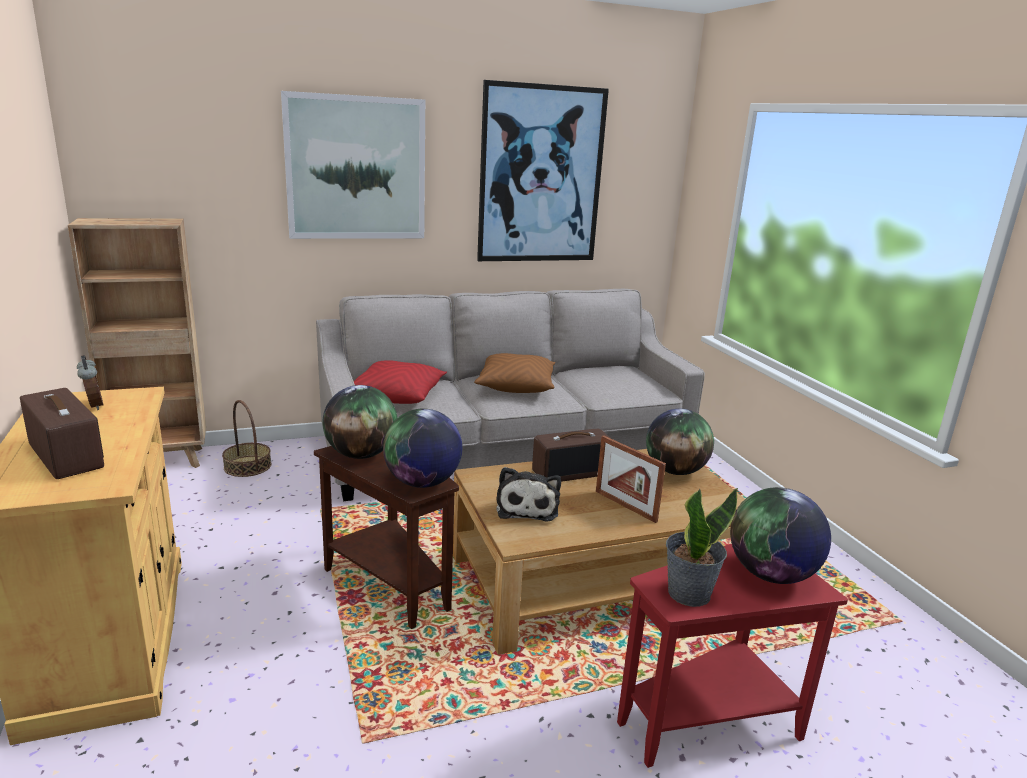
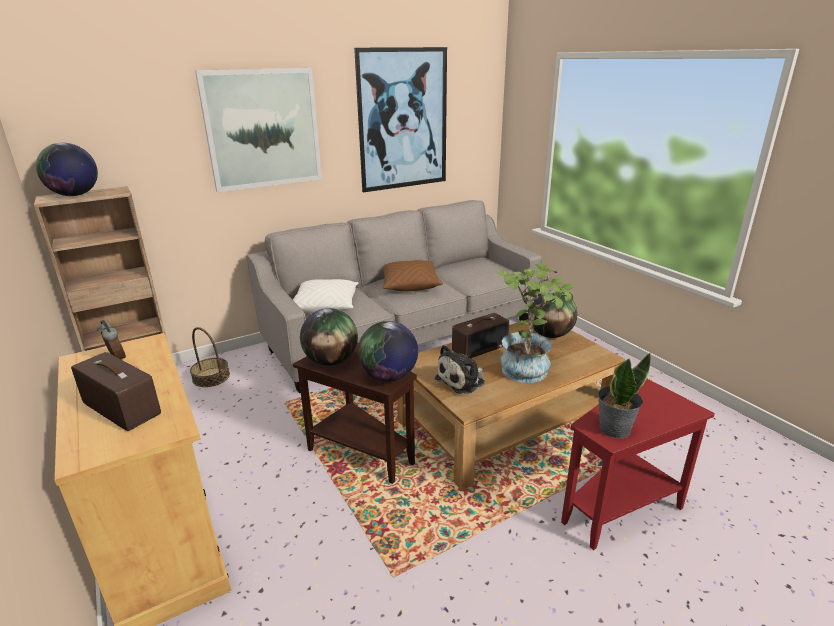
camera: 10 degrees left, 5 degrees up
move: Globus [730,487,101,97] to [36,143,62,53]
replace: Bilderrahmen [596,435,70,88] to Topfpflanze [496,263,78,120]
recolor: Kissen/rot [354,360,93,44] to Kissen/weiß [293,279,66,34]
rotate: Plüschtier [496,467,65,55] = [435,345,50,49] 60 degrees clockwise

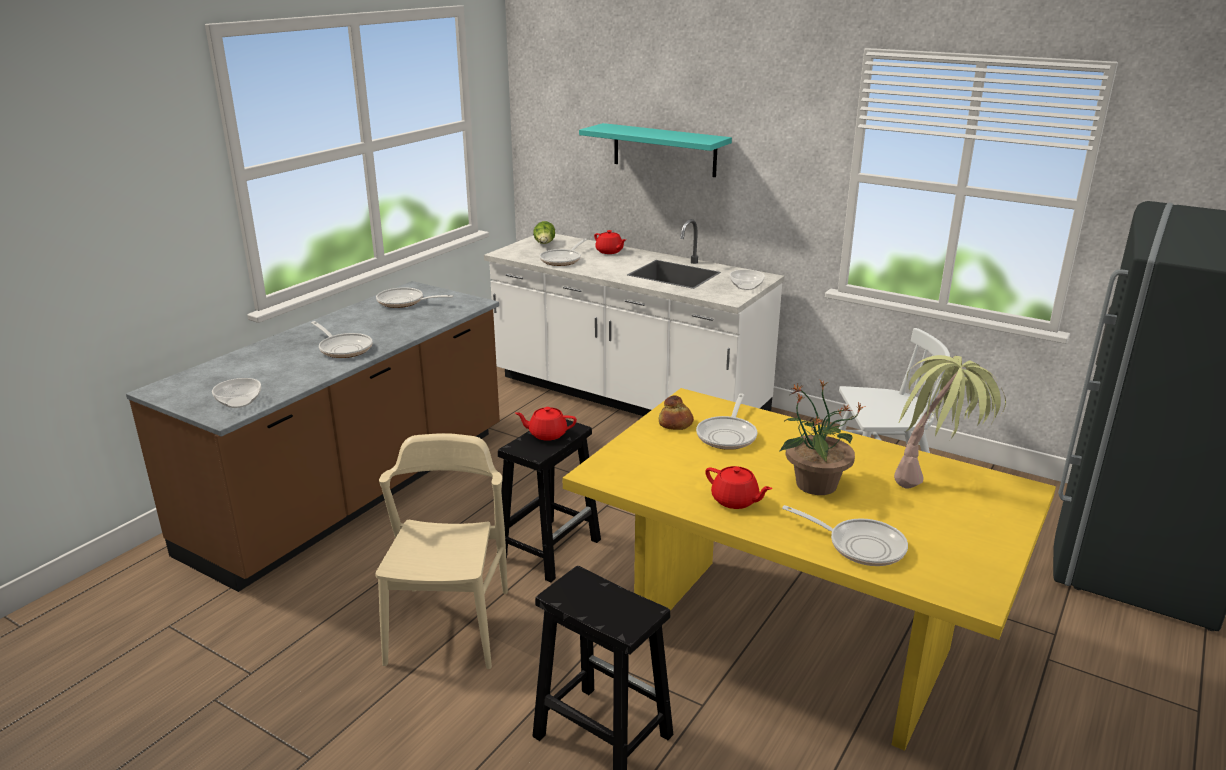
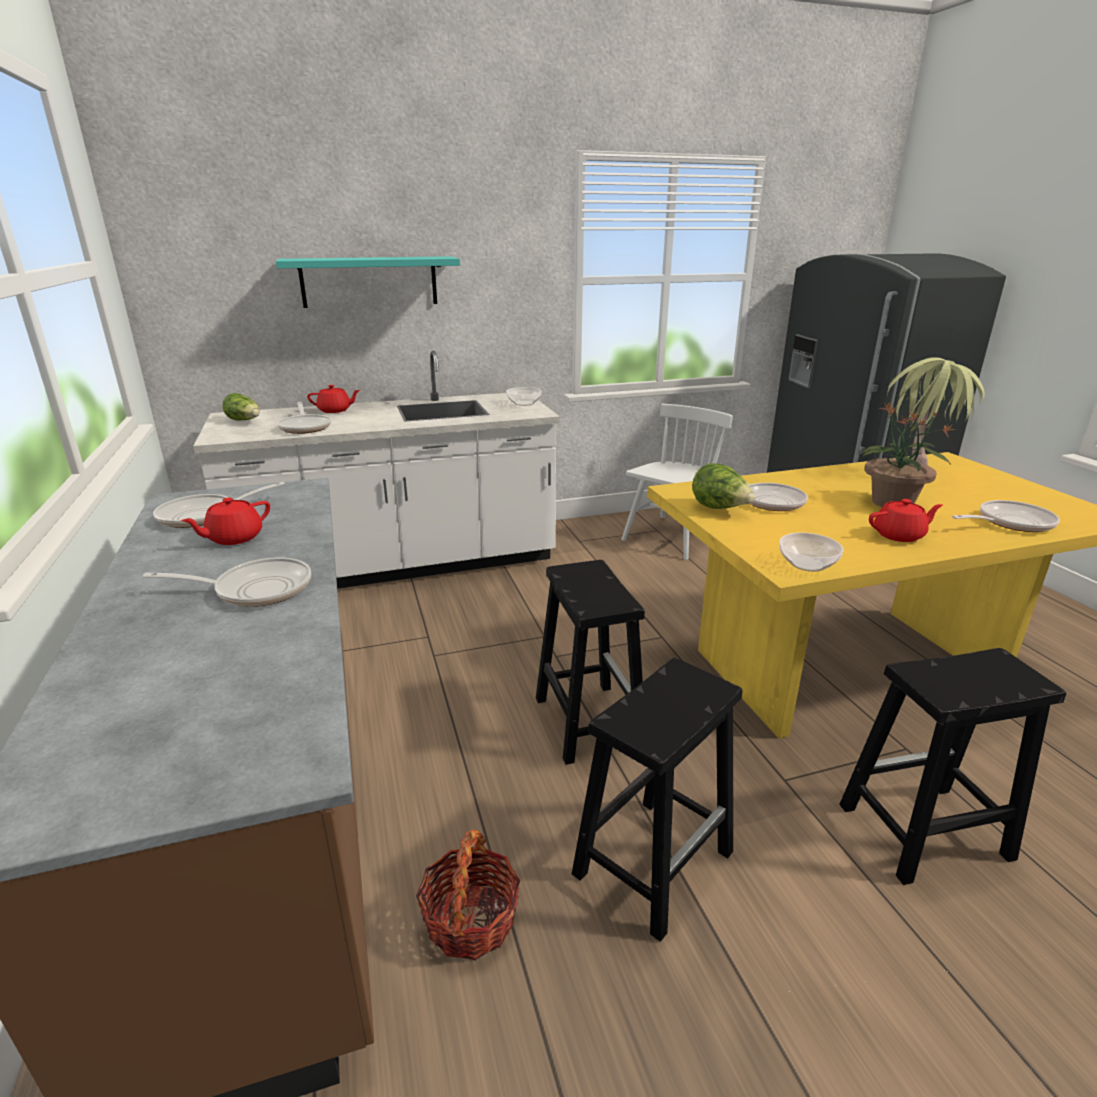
camera: 50 degrees left, 0 degrees up
insert: Korb [416,830,104,130]
move: Schüssel [212,378,49,30] to [779,532,65,40]; Teekanne/rot [515,407,62,34] to [181,497,89,48]
replace: Stuhl/beige [375,433,133,236] to Hocker/schwarz [572,658,171,284]; Brot [659,395,35,35] to Salatkopf [692,463,63,46]

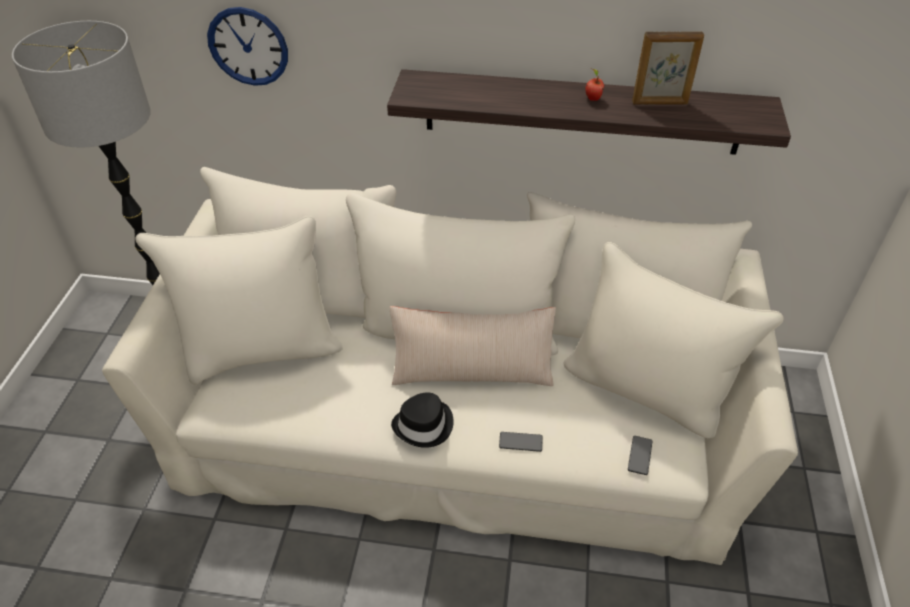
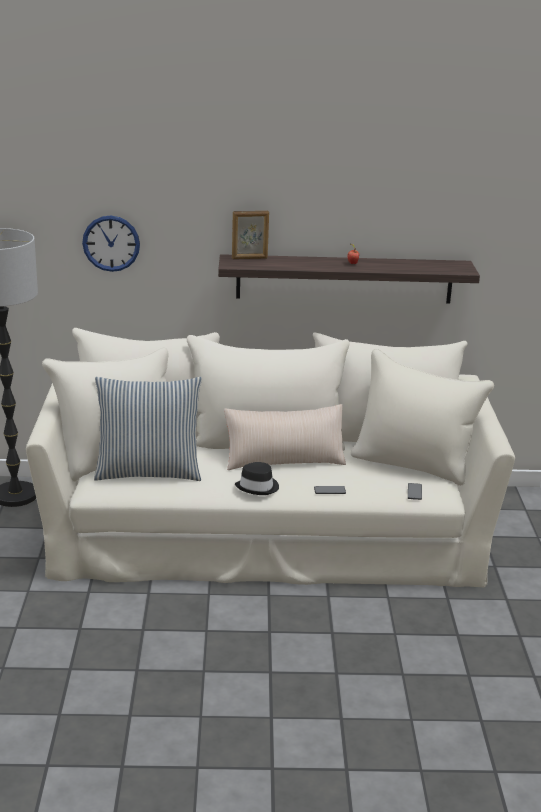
camera: 10 degrees left, 20 degrees down
insert: Kissen [94,377,108,104]
move: Bilderrahmen [632,32,72,73] to [232,211,37,48]

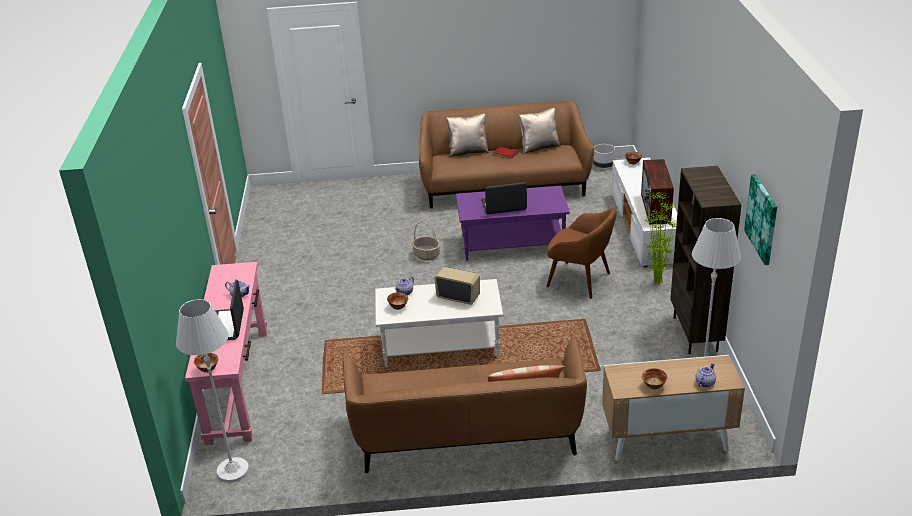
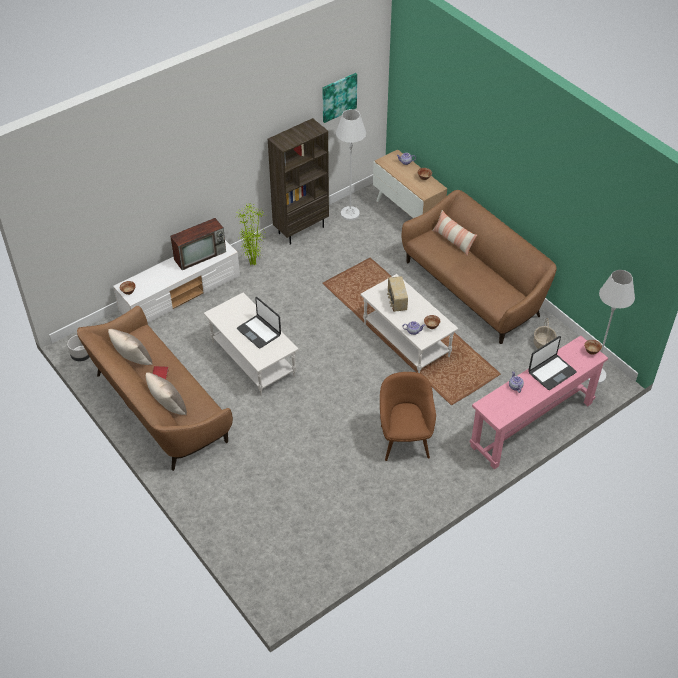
camera: 125 degrees left, 15 degrees up
move: Korb [412,222,28,38] to [534,318,23,31]; Sessel/braun [546,208,71,91] to [380,372,56,89]
recolor: Couchtisch/lila [456,186,114,75] to Couchtisch/weiß [204,292,95,104]

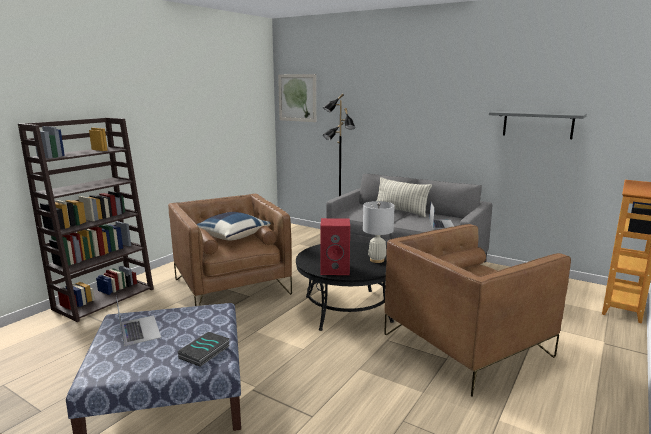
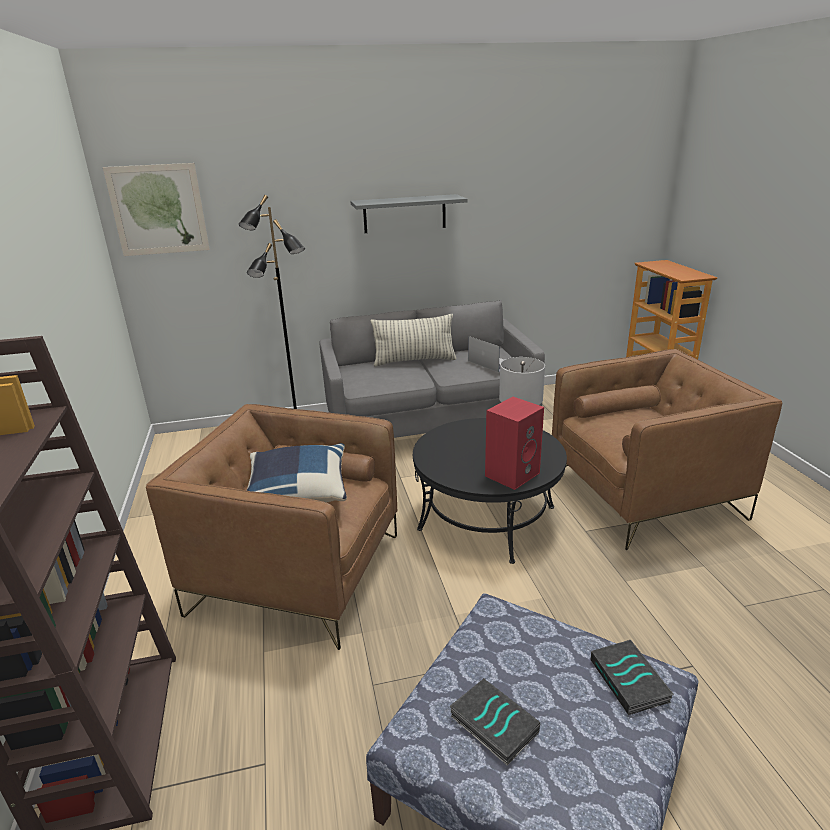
camera: 45 degrees left, 10 degrees up
move: Wandregal/grau [489,111,98,28] to [350,194,117,39]
replace: Laptop [116,295,45,51] to Buch [450,678,90,87]
rotate: Sessel/braun [384,224,187,173] = [552,349,230,201] 120 degrees counterclockwise

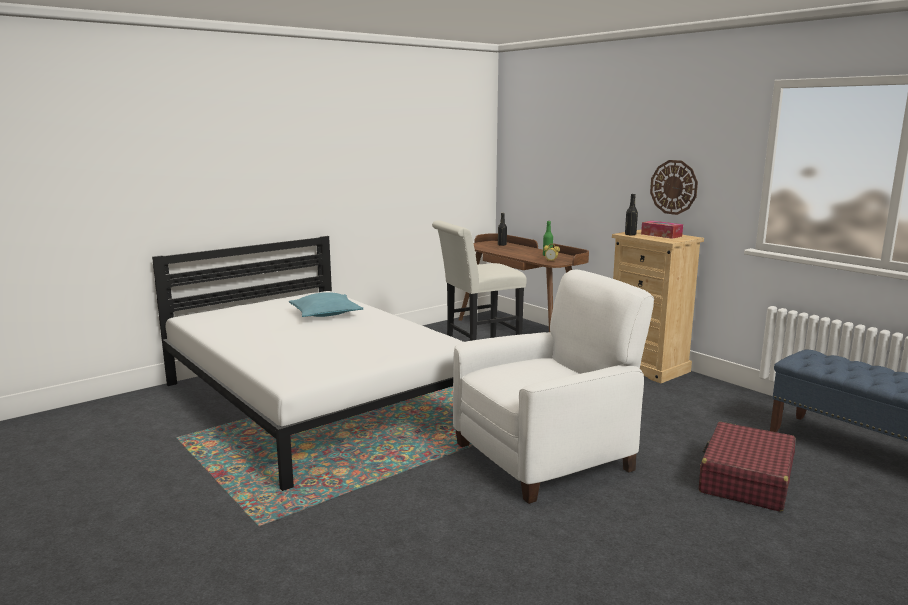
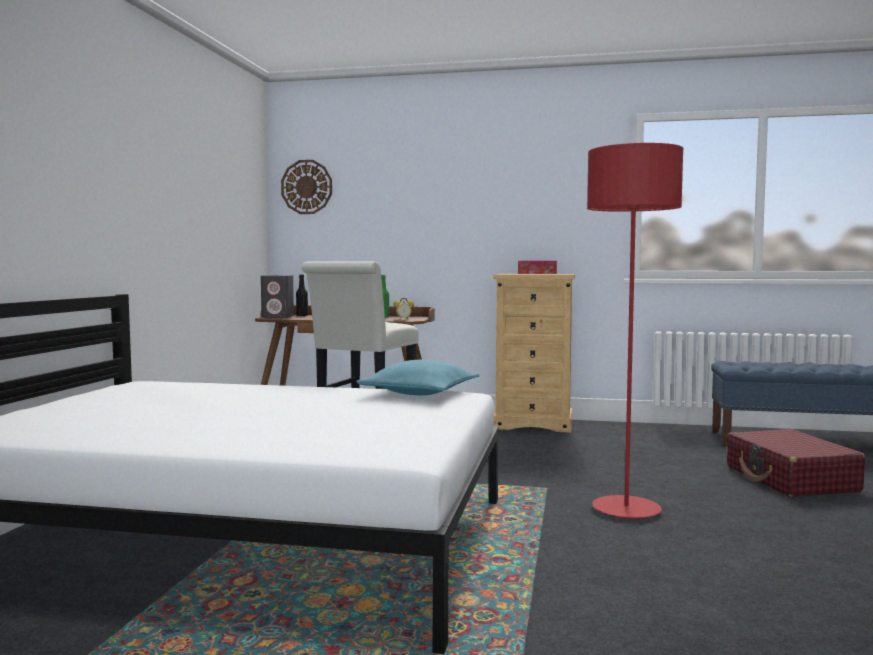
camera: 40 degrees left, 10 degrees down
delete: Flasche/schwarz [625,194,13,41]
insert: Lautsprecher/grau [261,275,33,43]
move: Kissen/türkis [289,292,74,25] to [357,360,123,35]; Wanduhr [650,160,48,55] to [281,160,51,54]
replace: Sessel/weiß [453,270,201,234] to Stehlampe/rot [587,143,96,376]

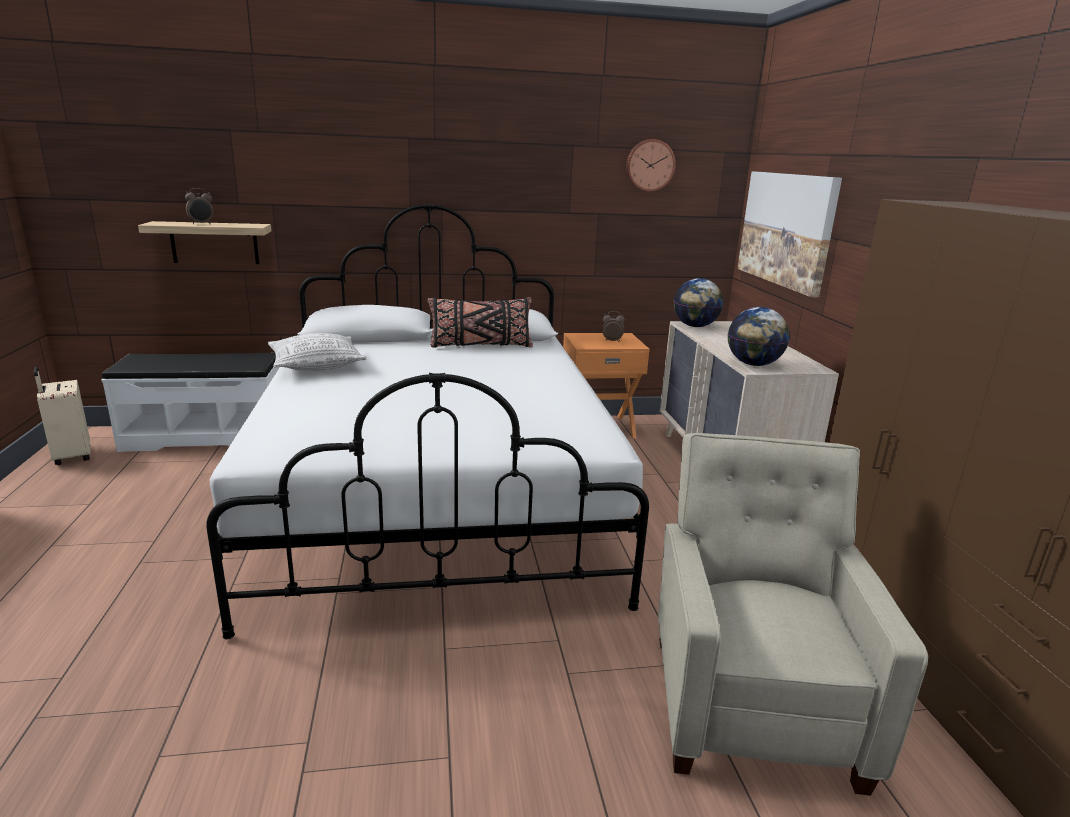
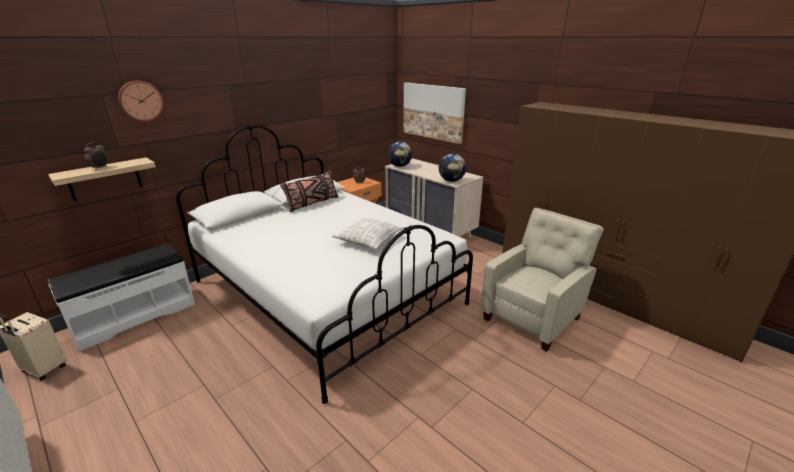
camera: 35 degrees left, 5 degrees up
move: Kissen [268,333,99,38] to [332,218,72,31]; Wanduhr [626,139,49,53] to [118,80,45,42]
rotate: Sessel/beige [658,433,270,363] = [481,208,123,144] 75 degrees clockwise

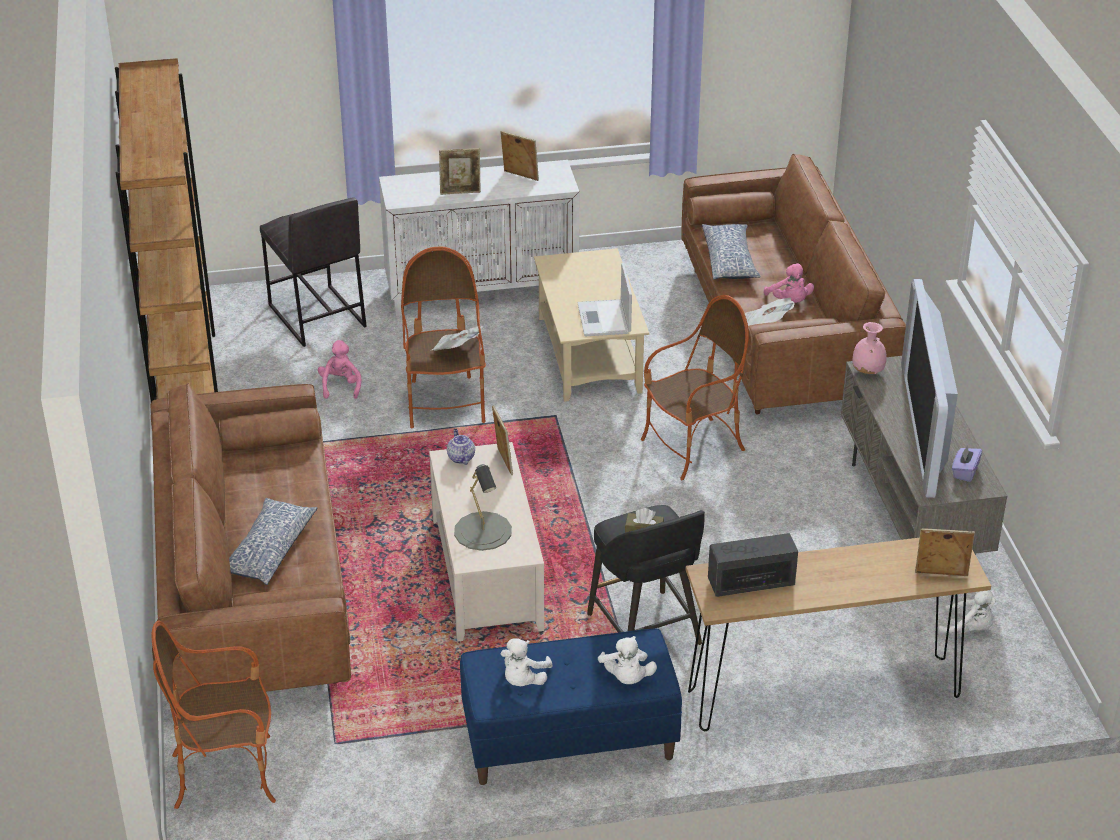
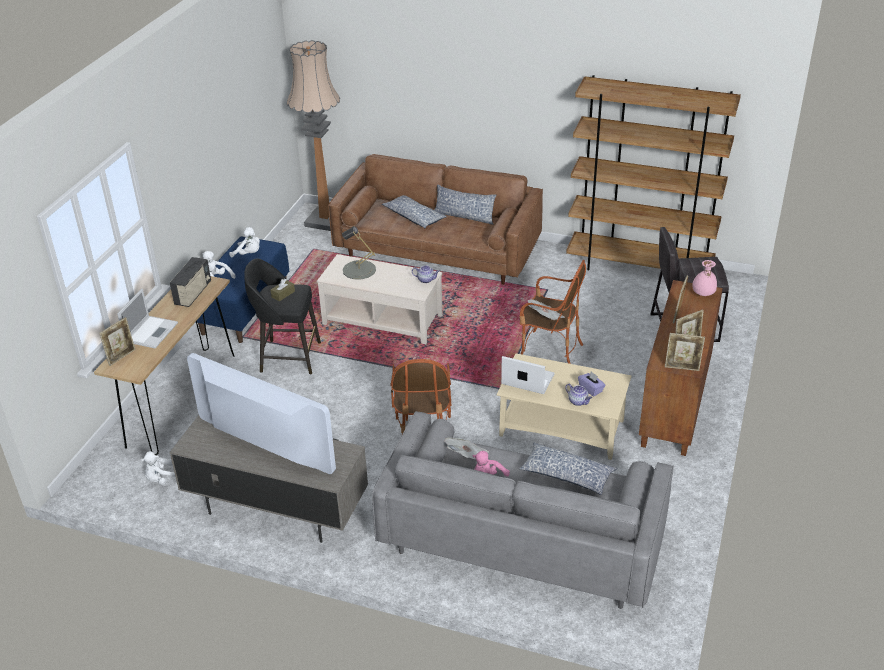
camera: 120 degrees right, 0 degrees up
delete: Plüschtier/rosa [318,340,43,59]
insert: Laptop [117,289,61,59]; Kissen [434,184,62,41]; Teekanne [565,384,27,22]
move: Bilderrahmen [492,405,22,70] to [665,333,40,38]; Vase/rosa [852,322,35,52] to [693,260,24,36]; Taschentuchbox/lila [952,445,30,37] to [578,372,28,25]
replace: Sessel [151,621,125,188] to Stehlampe [287,40,53,191]
recolor: Schrank/weiß [379,160,200,156] to Schrank/braun [639,280,84,176]; Sofa/braun [682,154,224,261] to Sofa/grau [372,411,302,198]
rotate: Plüschtier/weiß [500,638,53,48] = [229,227,31,31] 150 degrees clockwise

